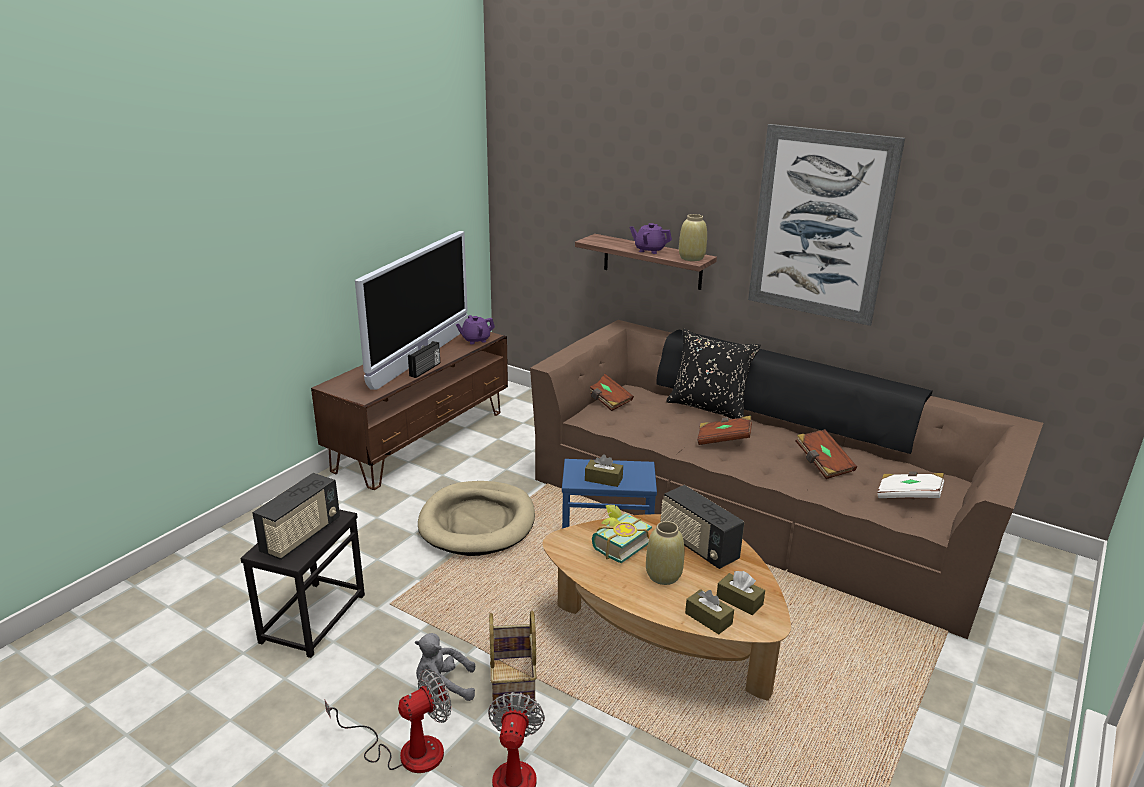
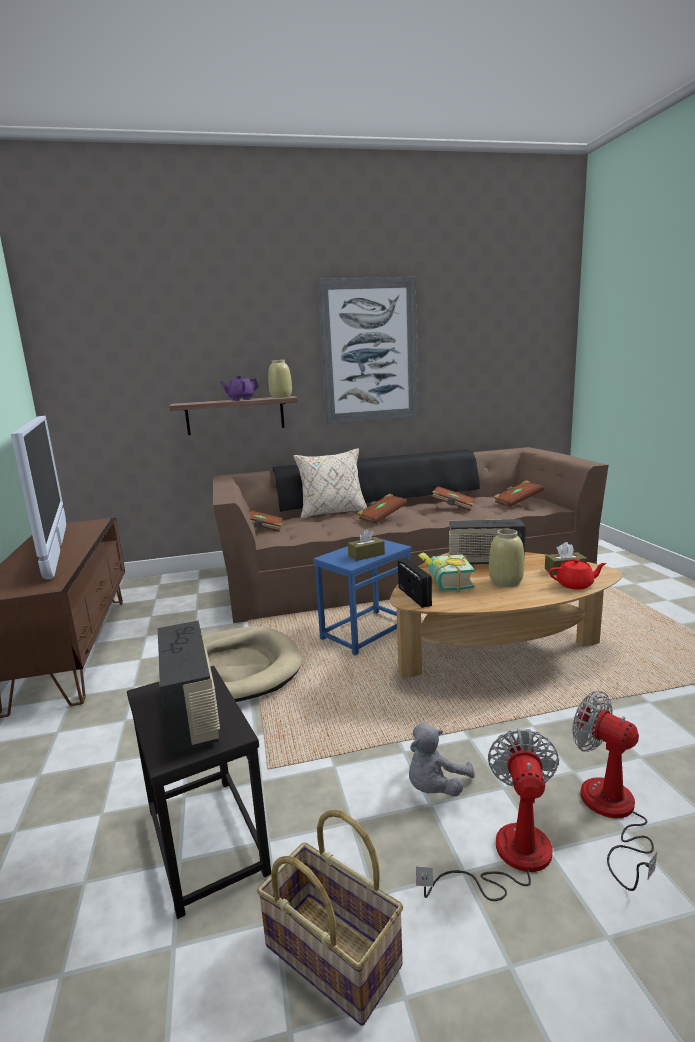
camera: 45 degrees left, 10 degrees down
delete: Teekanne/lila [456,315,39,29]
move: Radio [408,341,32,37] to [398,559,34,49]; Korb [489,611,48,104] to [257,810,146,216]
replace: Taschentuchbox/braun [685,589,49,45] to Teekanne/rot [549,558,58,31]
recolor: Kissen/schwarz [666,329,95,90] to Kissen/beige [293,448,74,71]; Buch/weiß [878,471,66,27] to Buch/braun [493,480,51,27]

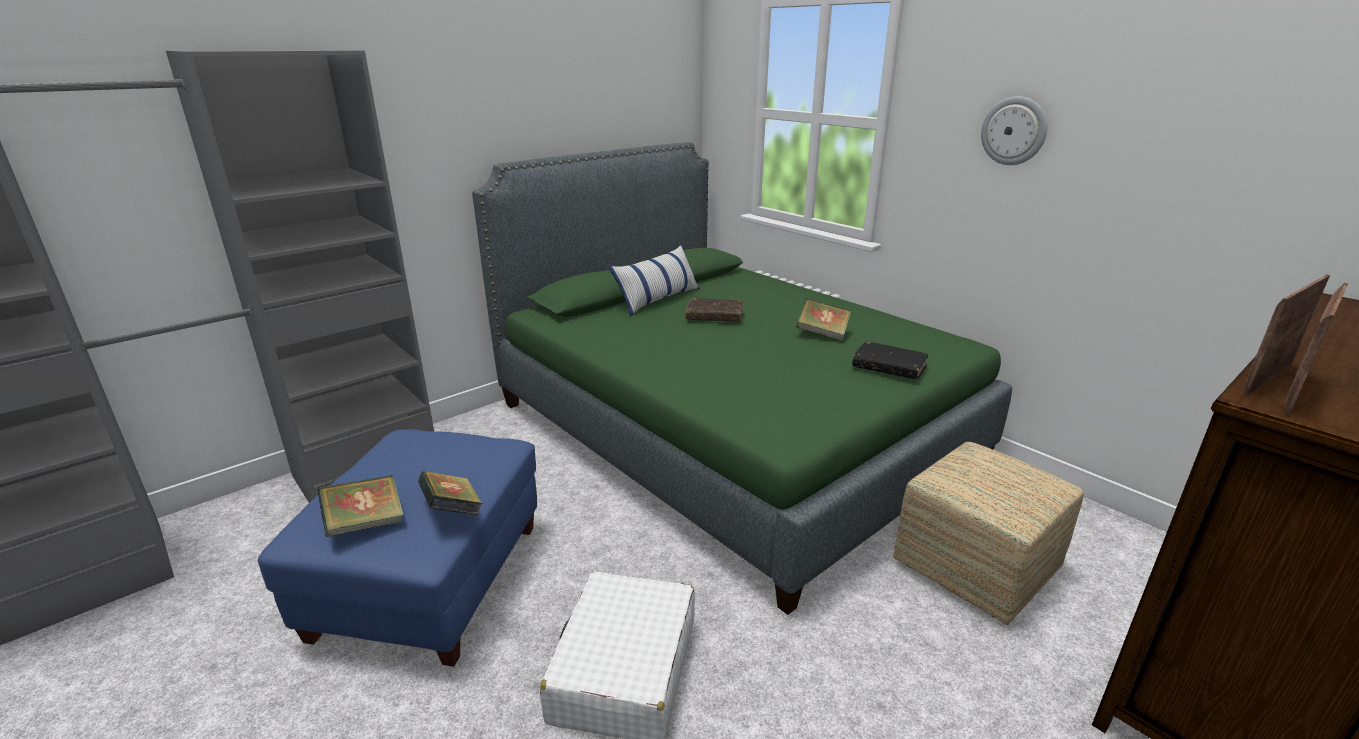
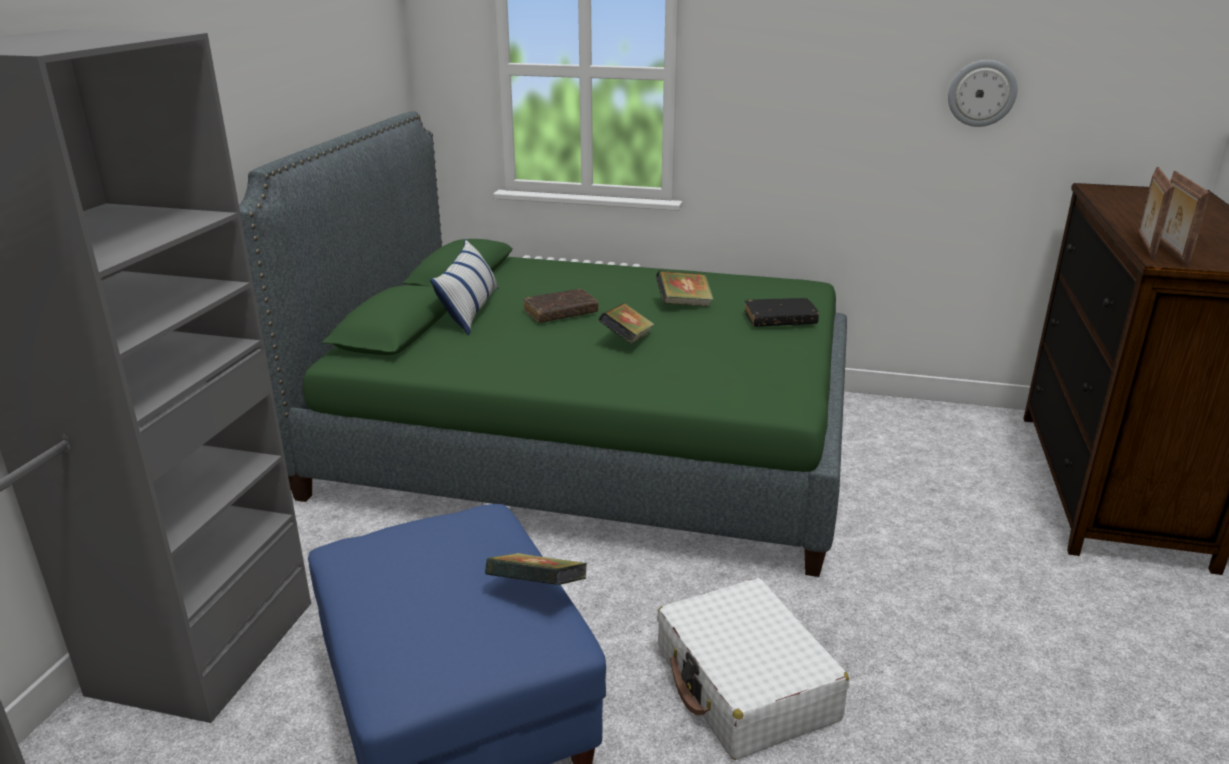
camera: 35 degrees left, 0 degrees up
delete: Polsterhocker [893,442,191,183]
move: Buch [318,475,86,62] to [599,303,56,41]; Wanduhr [981,96,66,69] to [948,60,69,67]

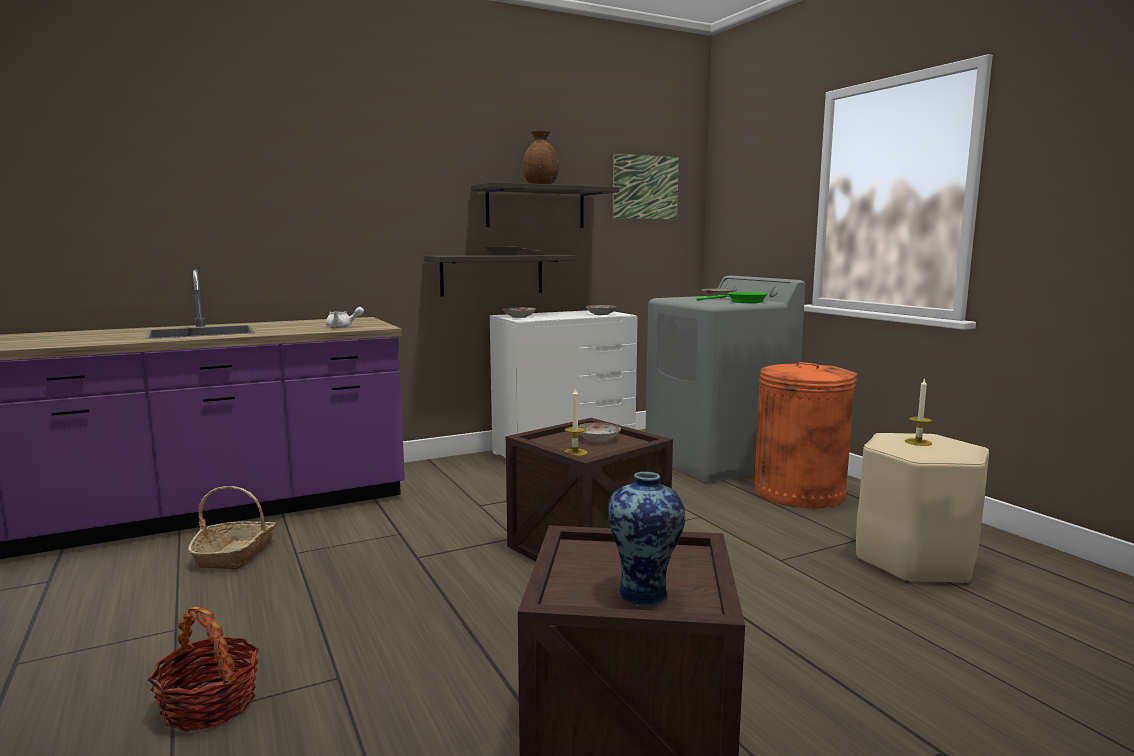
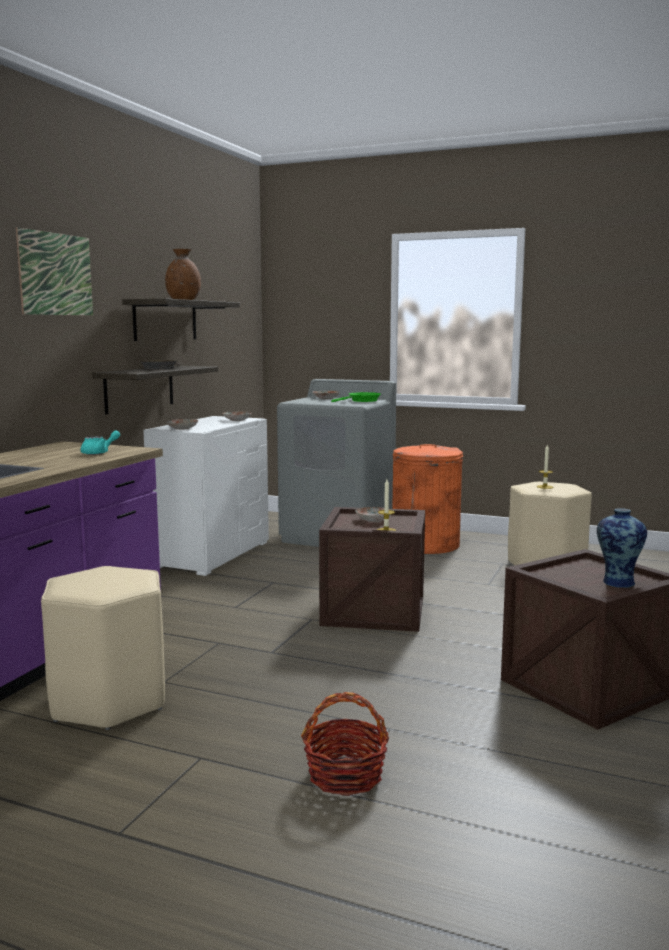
camera: 40 degrees left, 0 degrees up
move: Bild [613,153,66,66] to [16,227,77,89]
replace: Korb [188,486,88,83] to Hocker/beige [41,566,124,164]
recolor: Teekanne/weiß [326,307,38,21] to Teekanne/türkis [81,431,39,24]

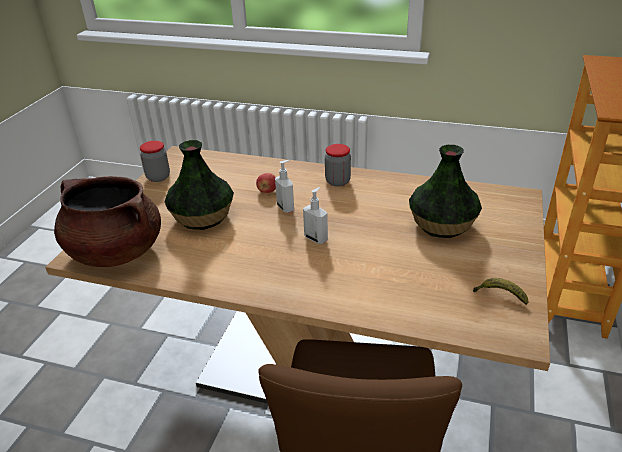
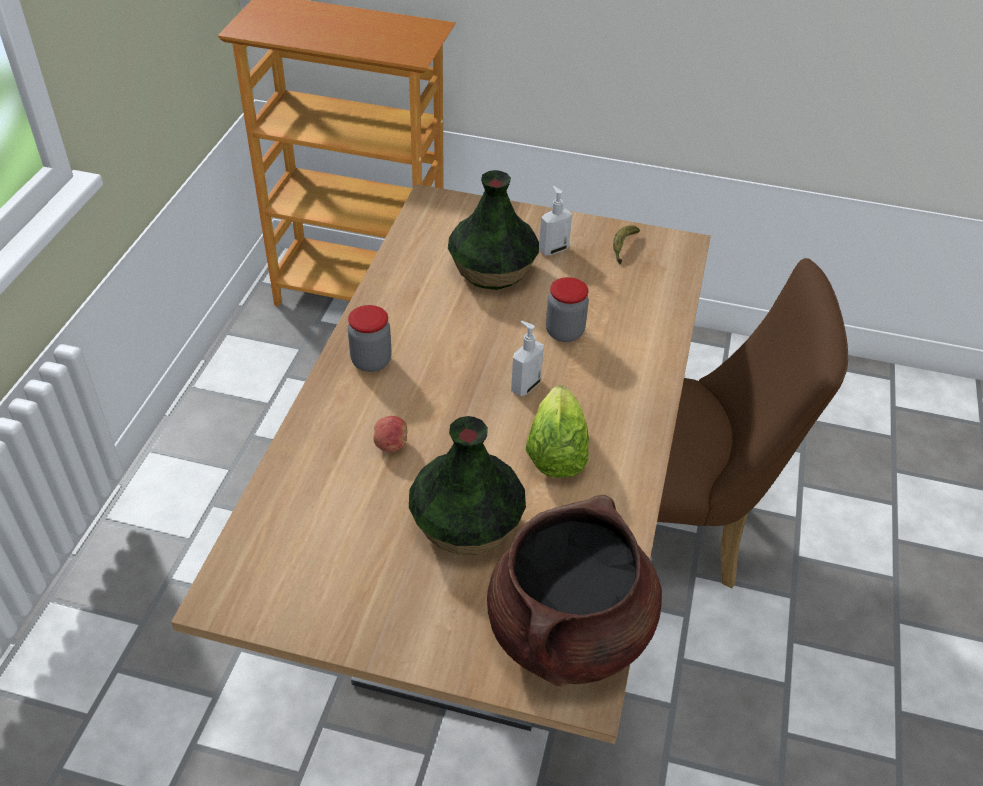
camera: 95 degrees left, 10 degrees up
insert: Salatkopf [526,385,63,93]
move: Vorratsglas [140,141,30,41] to [546,277,43,65]; Seifenspender [275,160,19,53] to [539,186,33,69]

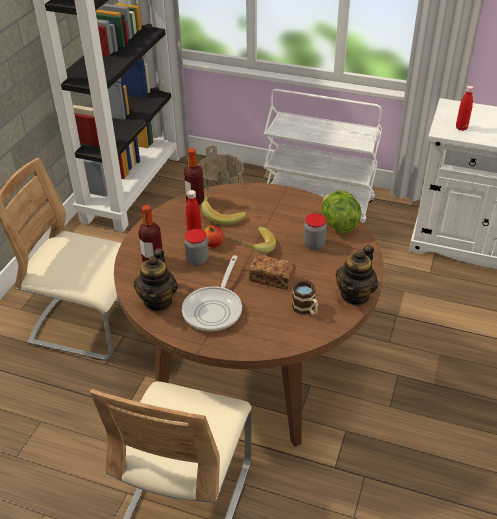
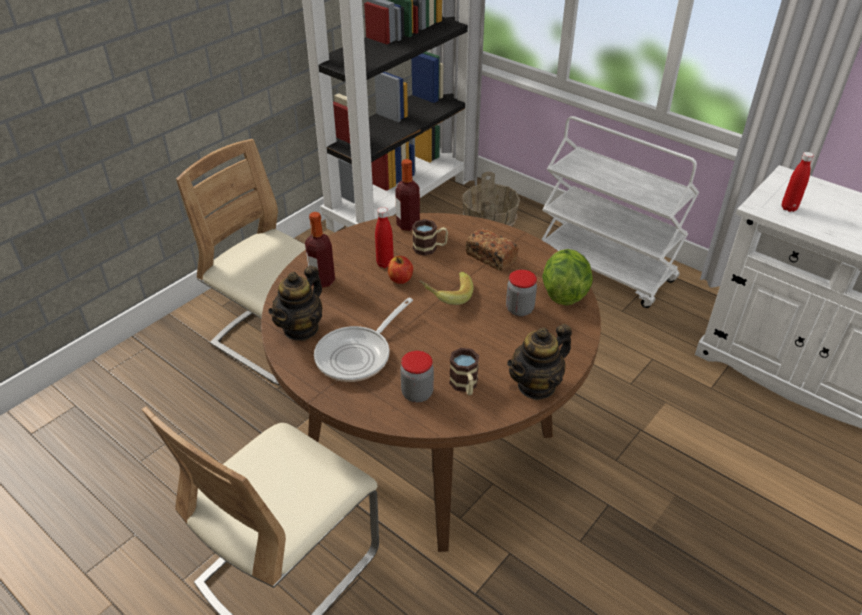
camera: 20 degrees right, 0 degrees up
move: Vorratsglas [184,229,24,37] to [400,351,34,52]; Brot [249,255,47,35] to [466,228,53,43]
replace: Banane [201,188,45,37] to Henkelbecher [412,219,36,37]

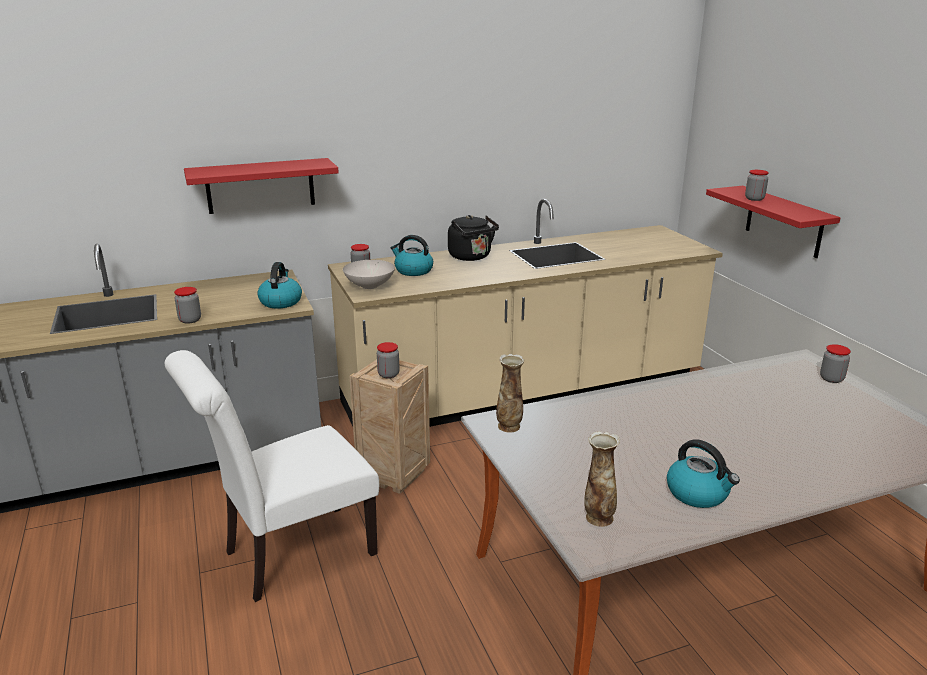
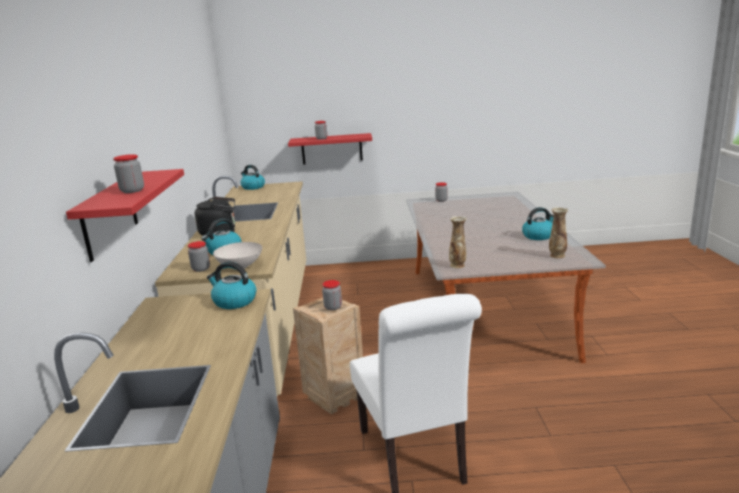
camera: 70 degrees left, 5 degrees down
insert: Wasserkessel [240,165,25,25]
move: Vorratsglas [174,287,27,37] to [113,154,31,39]

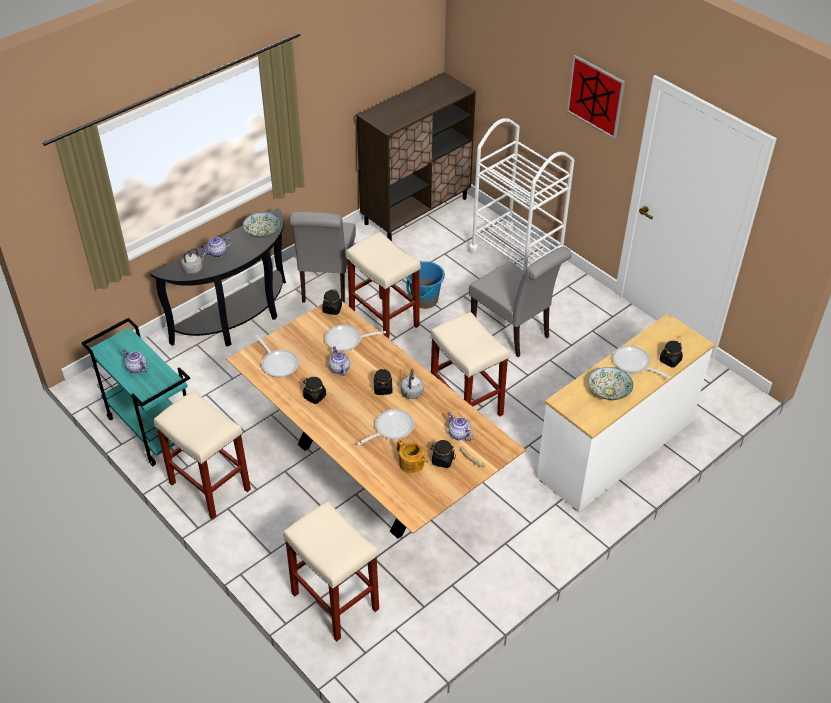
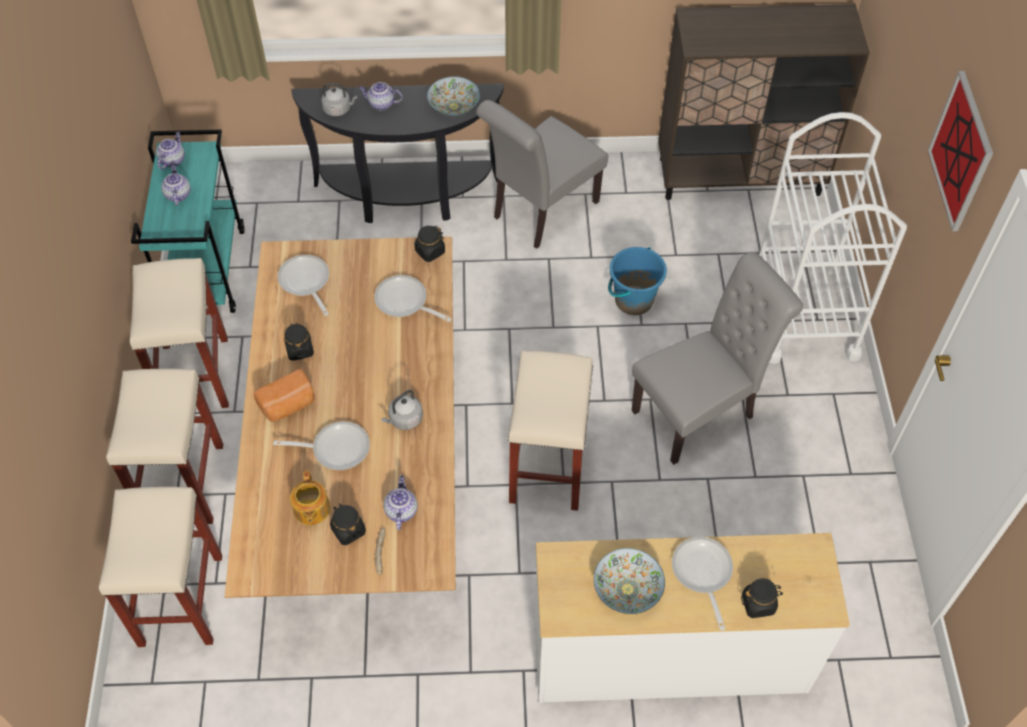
camera: 40 degrees right, 10 degrees up
delete: Vorratsglas/schwarz [374,368,18,27]
insert: Brot [254,369,61,53]
move: Teekanne [328,346,22,30] to [156,131,29,39]; Hocker/beige [346,232,75,107] to [106,369,117,155]
rotate: Pfanne [255,335,44,42] = [278,255,51,61] 150 degrees clockwise; Stuhl/grau [469,247,103,110] = [632,252,171,213] 120 degrees counterclockwise

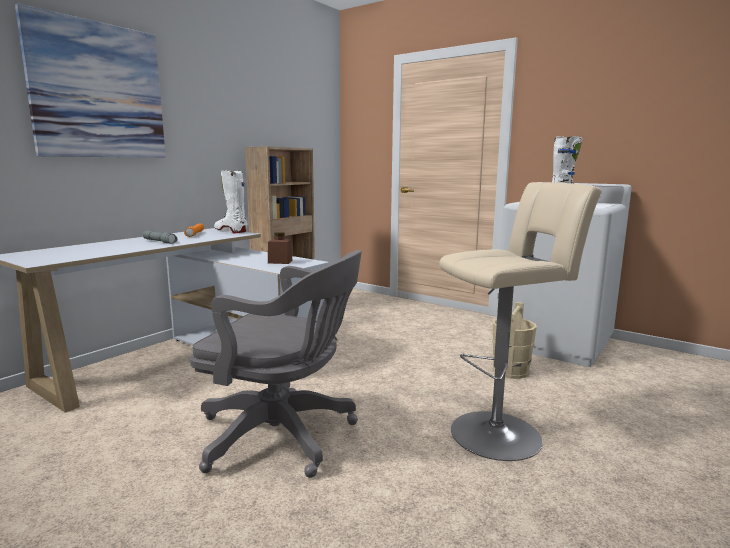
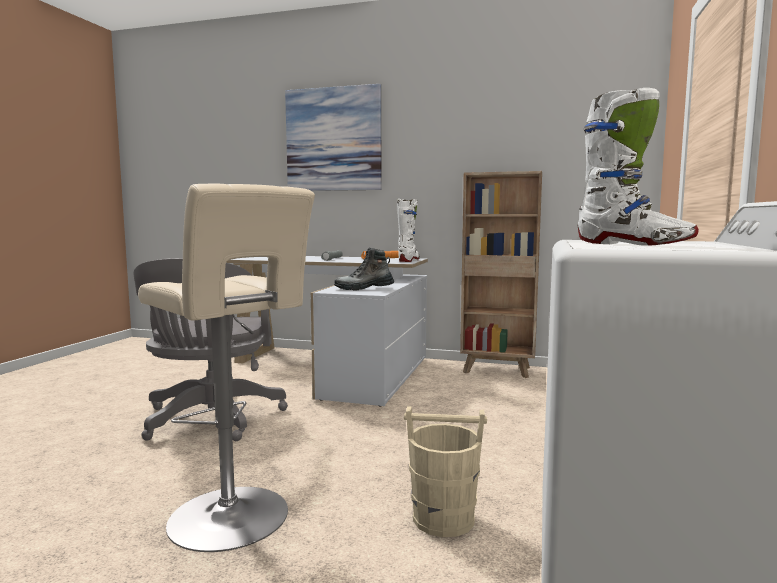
camera: 70 degrees right, 5 degrees down
replace: Vorratsglas/braun [268,232,25,32] to Stiefel [334,248,60,43]

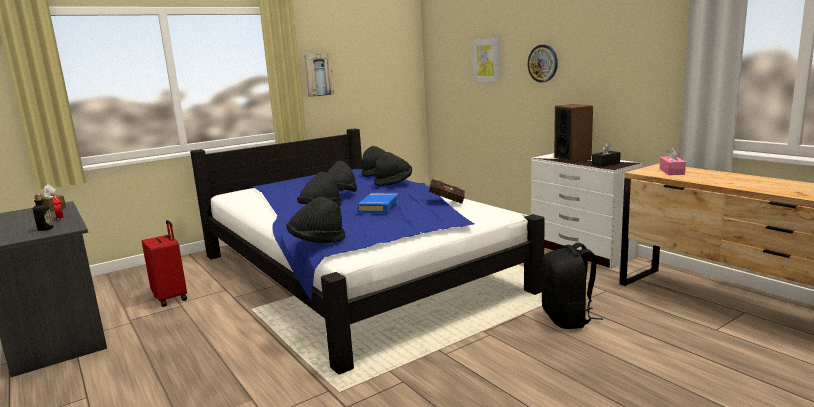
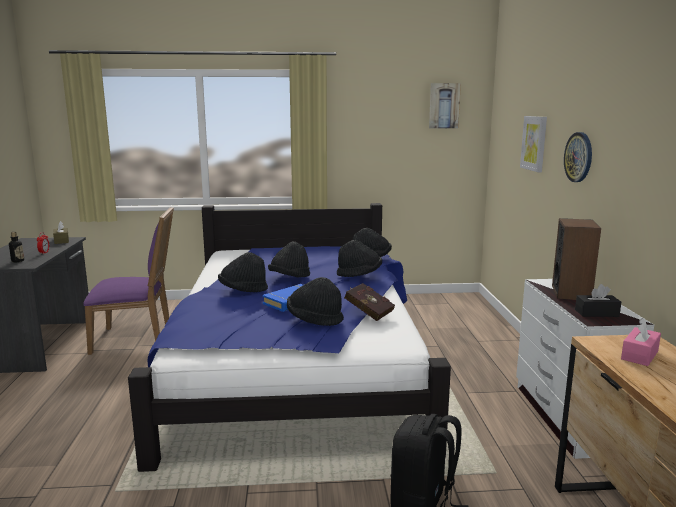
camera: 30 degrees right, 0 degrees up
move: Hut/schwarz [286,197,59,46] to [287,277,57,49]; Bild [304,53,30,44] to [429,83,32,45]
replace: Koffer/rot [142,220,45,87] to Stuhl/lila [83,207,91,148]

